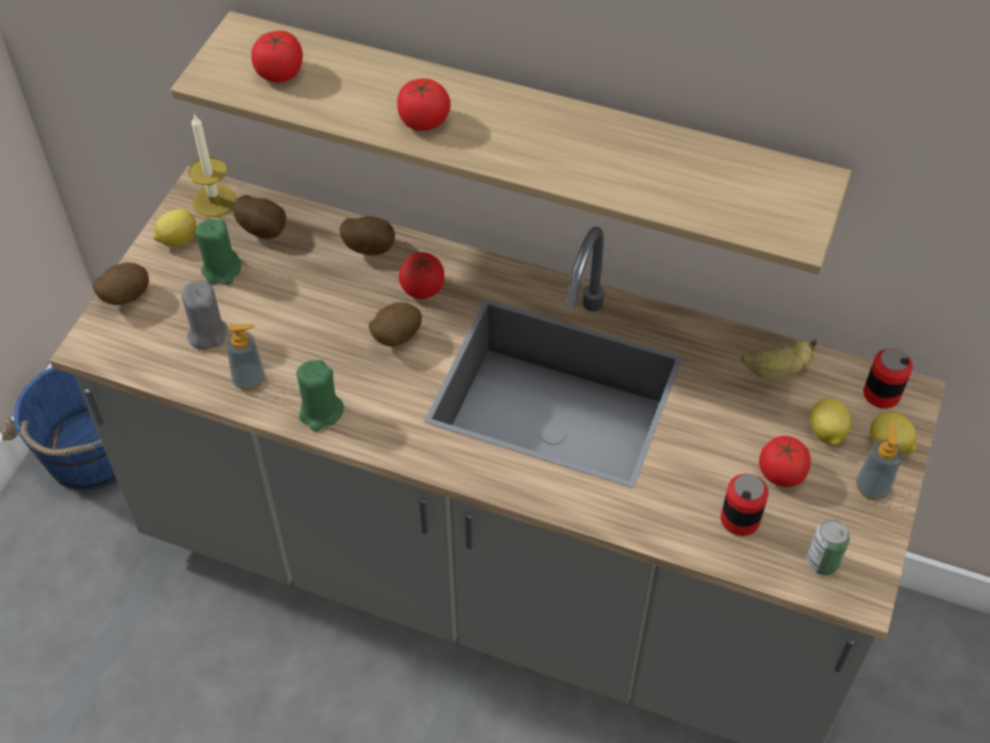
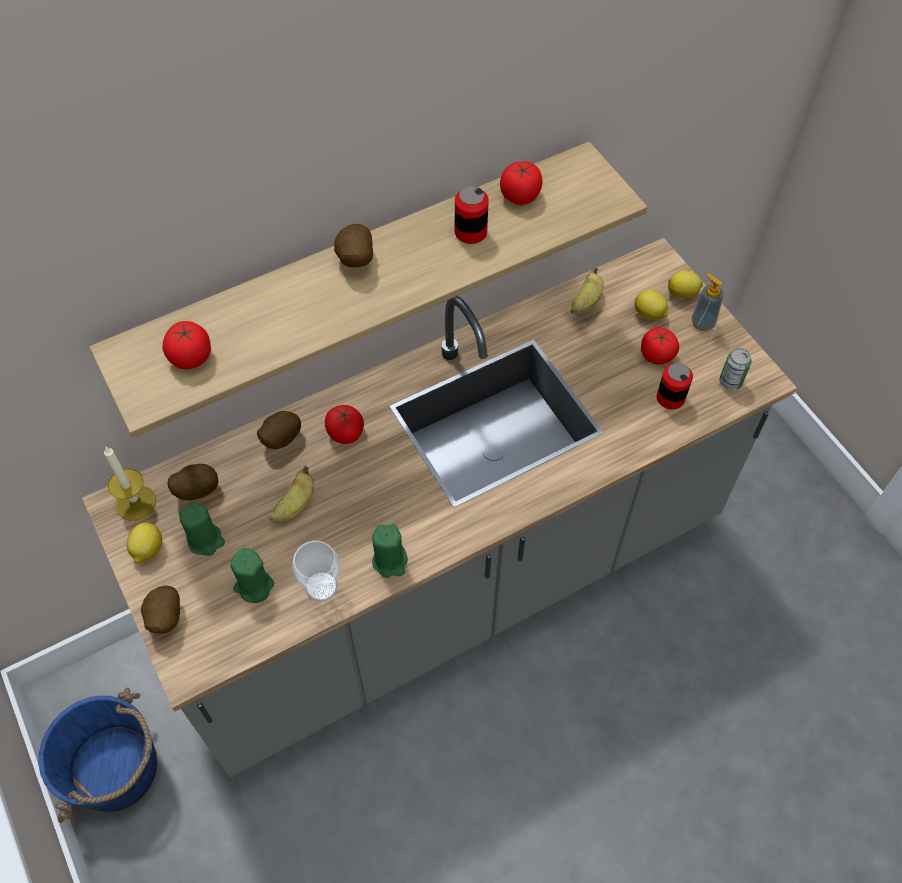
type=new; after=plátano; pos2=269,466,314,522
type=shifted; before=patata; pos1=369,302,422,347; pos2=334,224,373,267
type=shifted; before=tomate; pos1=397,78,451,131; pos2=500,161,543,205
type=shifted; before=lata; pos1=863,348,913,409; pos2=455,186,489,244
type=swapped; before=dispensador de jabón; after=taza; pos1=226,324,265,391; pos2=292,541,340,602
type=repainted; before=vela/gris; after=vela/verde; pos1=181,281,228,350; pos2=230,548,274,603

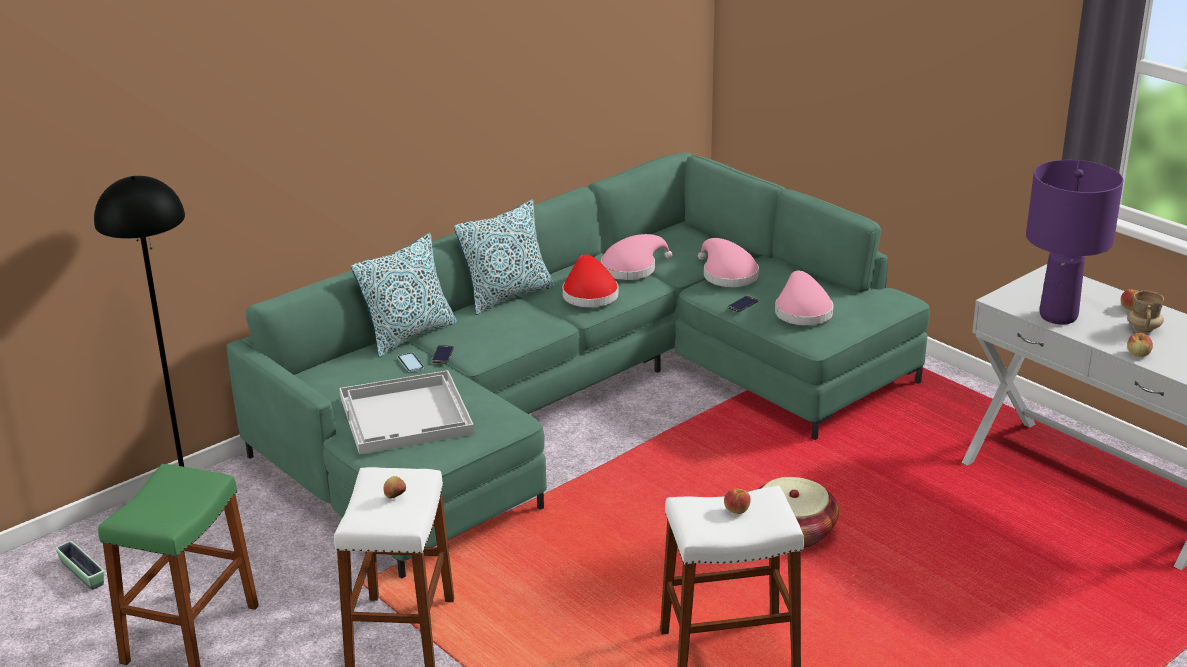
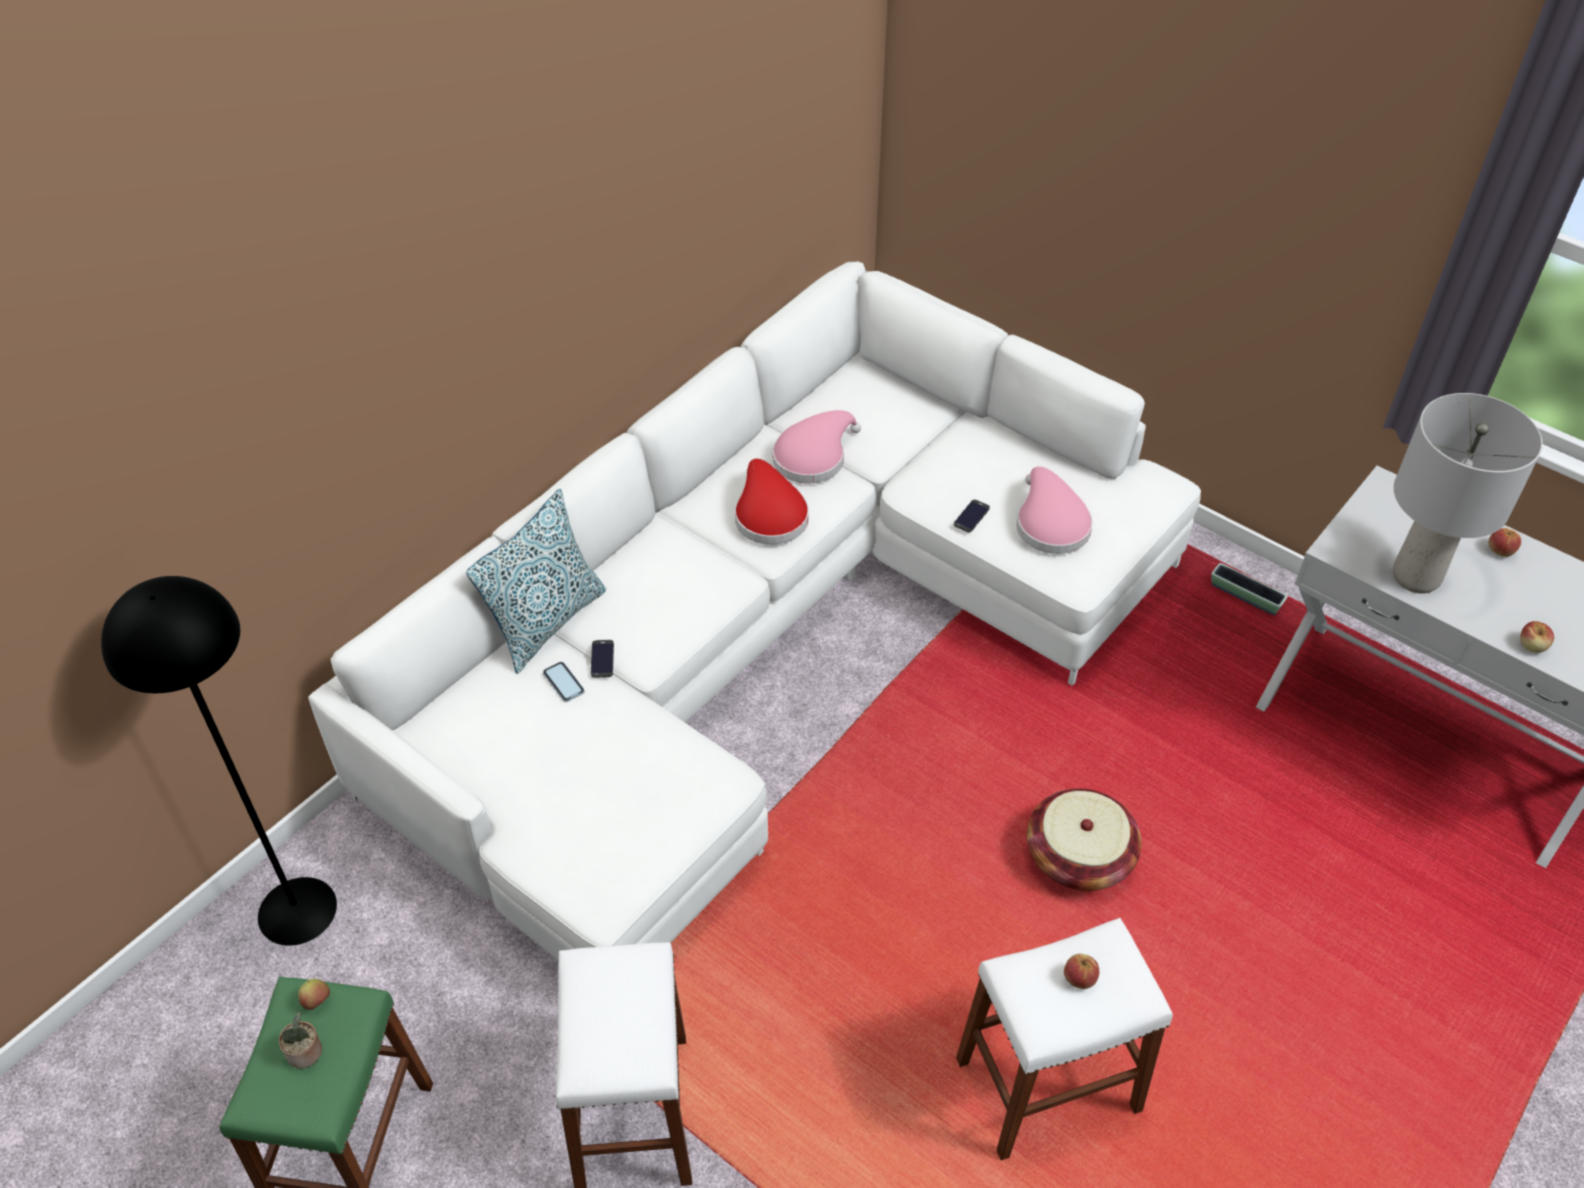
type=gone; before=bandeja/blanco; pos1=339,370,474,454
type=gone; before=cojín; pos1=454,199,554,315
type=gone; before=sombrero/rosa; pos1=698,238,759,287
type=gone; before=taza grande/beis; pos1=1127,291,1164,333
type=new; after=planta en maceta; pos2=279,1012,322,1068
type=shifted; before=maceta; pos1=55,541,105,590; pos2=1211,563,1288,615
type=shifted; before=manzana; pos1=383,476,406,499; pos2=298,979,330,1010
type=repainted; before=sofá/verde; after=sofá/blanco; pos1=226,152,930,579; pos2=308,261,1201,960
type=repainted; before=lámpara de mesa/morado; after=lámpara de mesa/gris; pos1=1026,160,1124,324; pos2=1393,393,1543,594

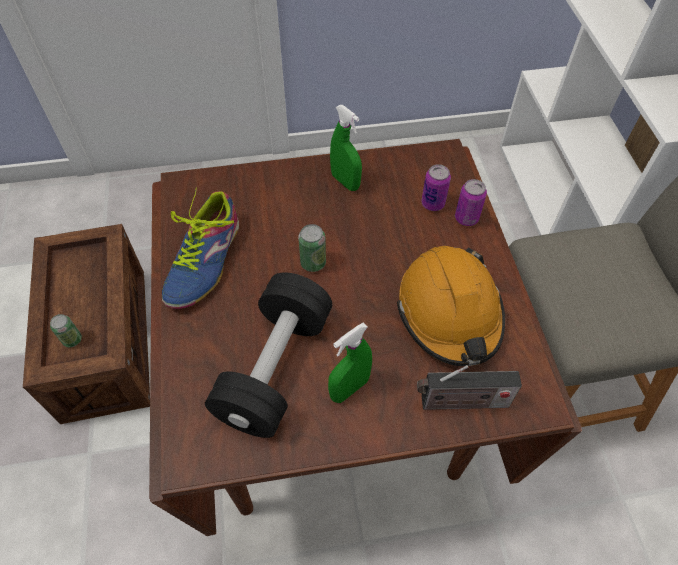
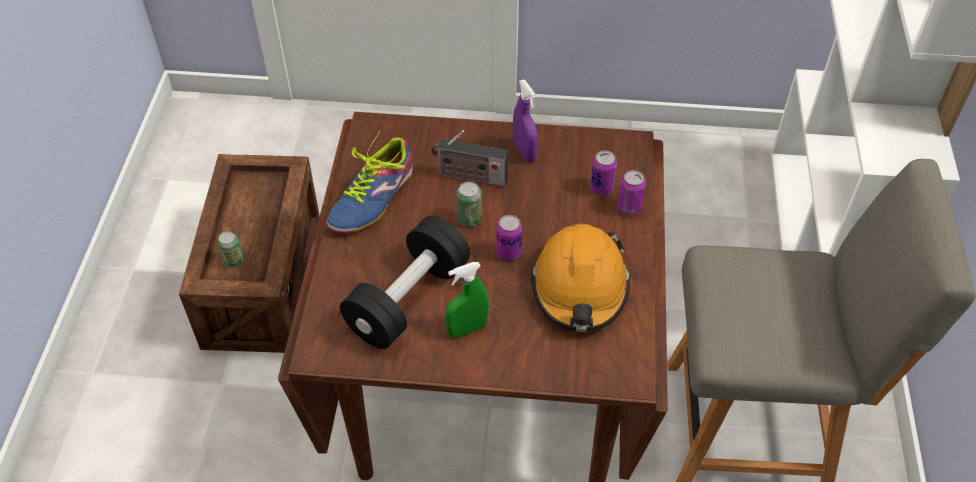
type=new; after=lata; pos2=496,215,522,261
type=shifted; before=radio; pos1=417,365,522,410; pos2=431,130,508,187
type=repainted; before=pulverizador/verde; after=pulverizador/morado; pos1=330,105,362,191; pos2=513,80,538,162

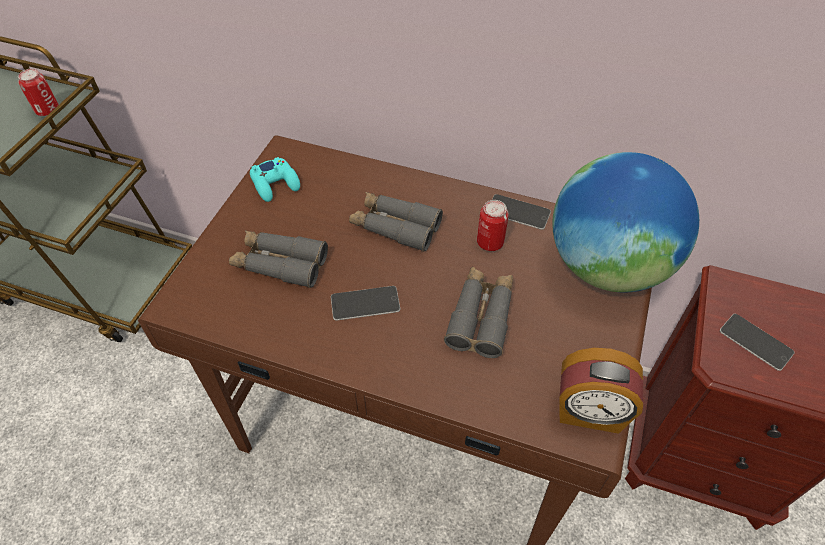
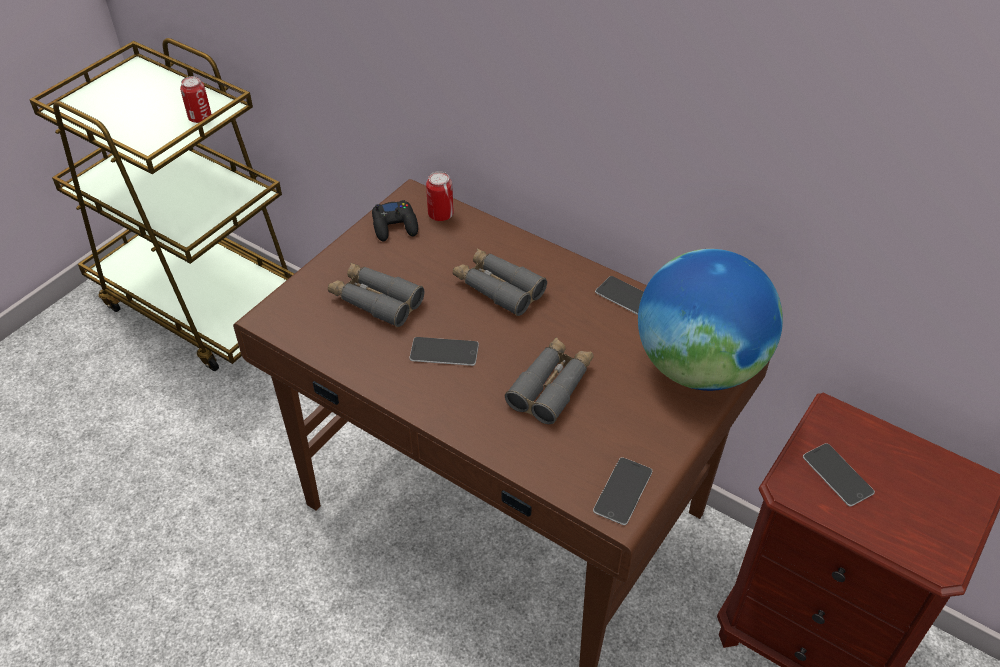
type=shifted; before=lata; pos1=477,200,509,251; pos2=426,171,454,221
type=swapped; before=despertador; after=móvil; pos1=560,348,643,434; pos2=593,457,652,525
type=repainted; before=mando de consola/turquesa; after=mando de consola/negro; pos1=250,157,300,202; pos2=372,200,418,241

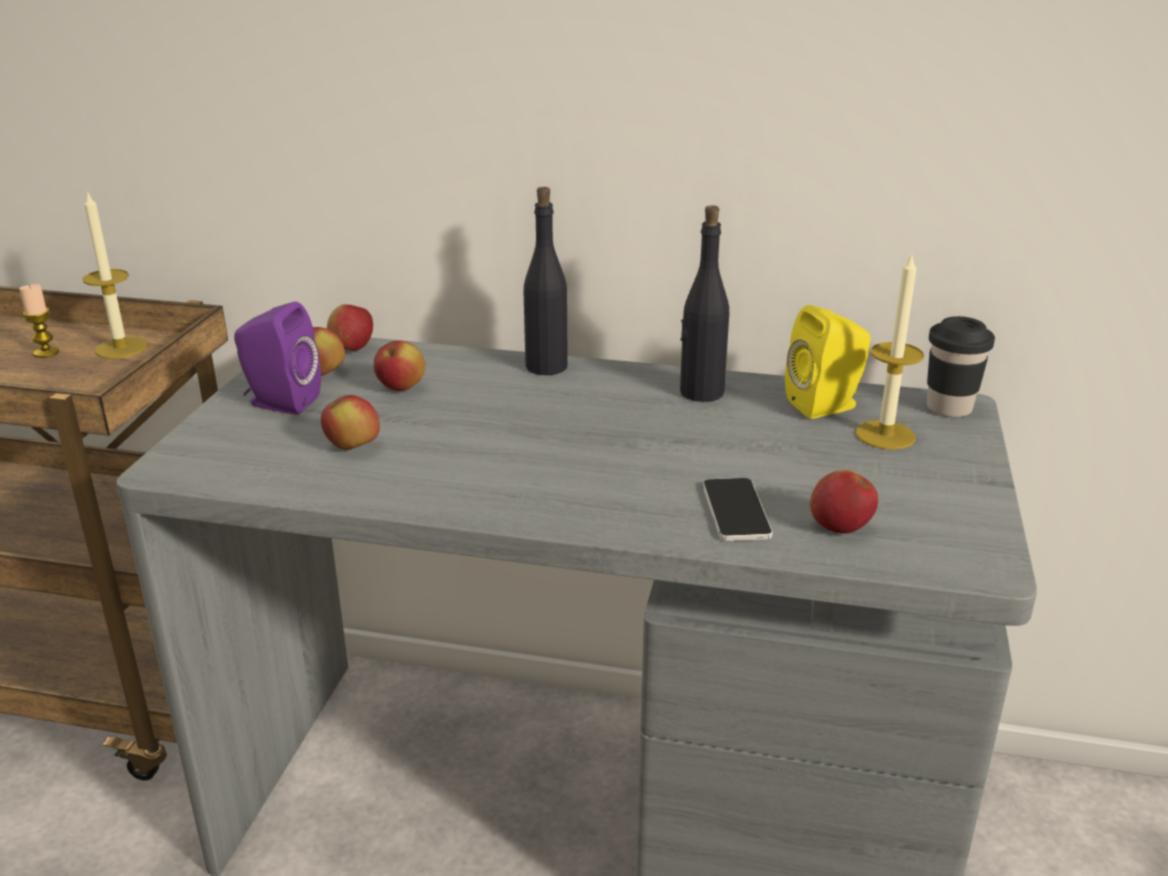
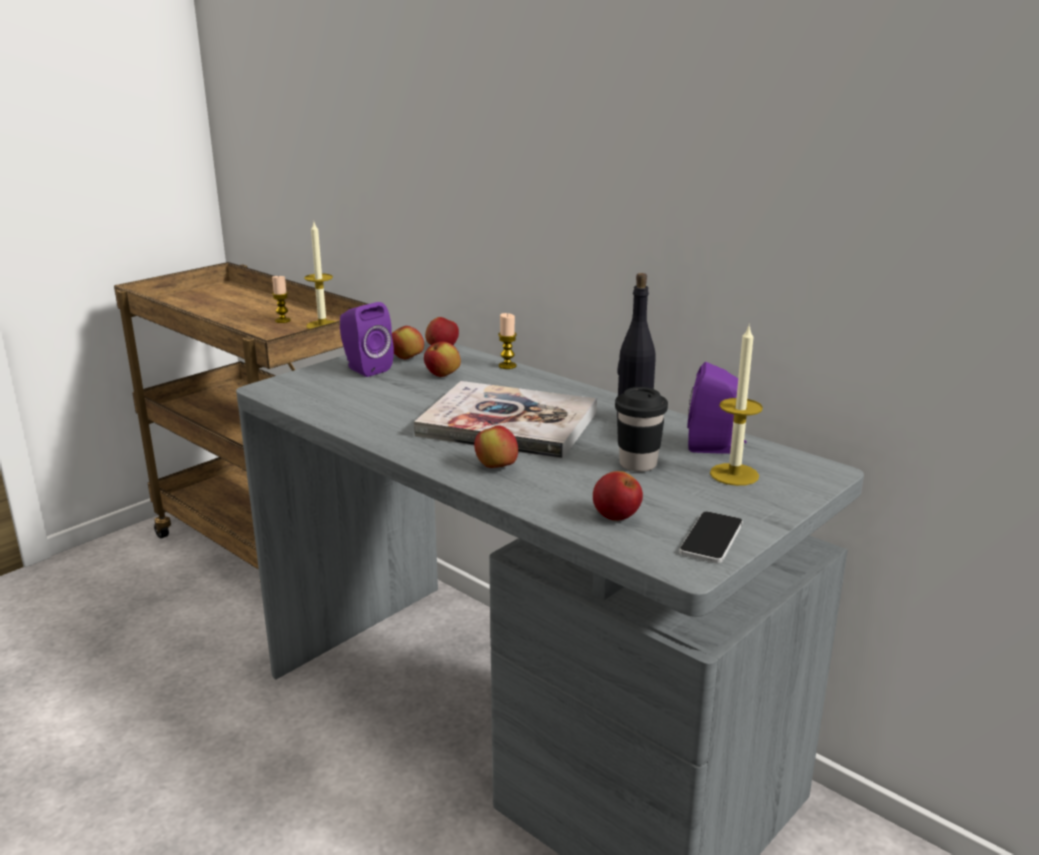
type=gone; before=botella/negro; pos1=523,187,568,375
type=new; after=libro; pos2=414,381,597,459
type=new; after=vela; pos2=498,313,517,369
type=shifted; before=manzana; pos1=321,395,380,450; pos2=474,425,518,468
type=shifted; before=móvil; pos1=703,478,773,541; pos2=679,511,743,563
type=shifted; before=taza/negro; pos1=927,316,995,418; pos2=615,387,668,472
type=repainted; before=altavoz/amarillo; after=altavoz/morado; pos1=785,305,871,419; pos2=687,362,746,454

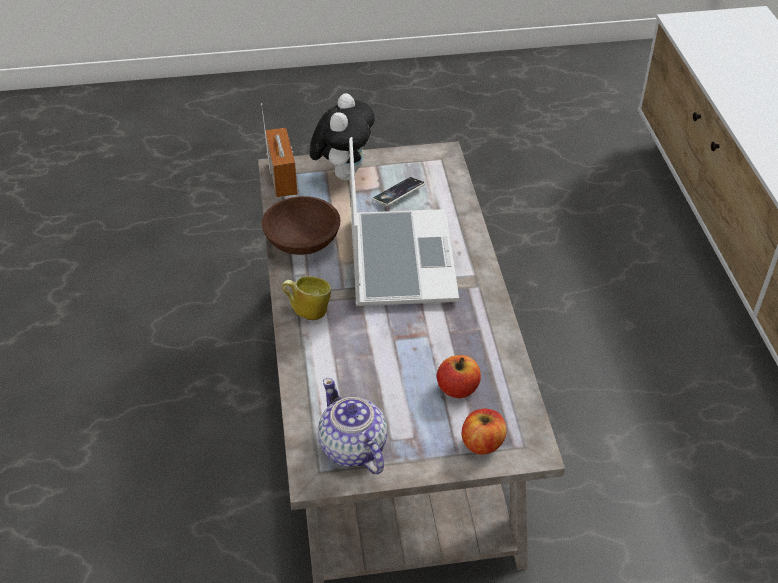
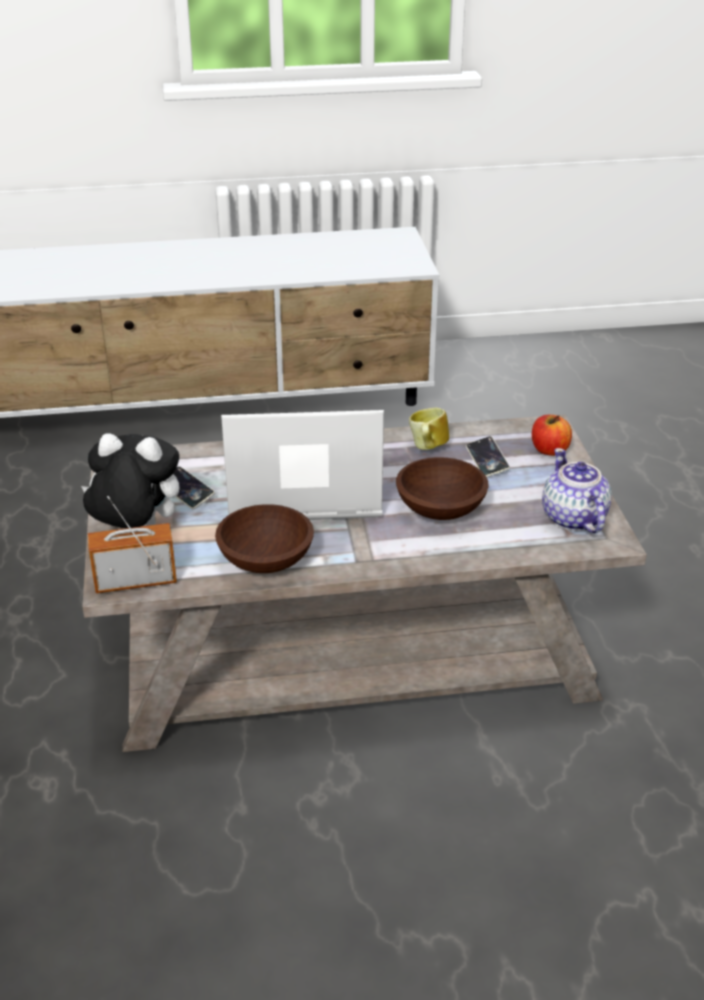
type=new; after=cuenco/marrón; pos2=396,457,489,520
type=shifted; before=taza grande; pos1=282,276,332,320; pos2=409,408,449,450
type=swapped; before=manzana; after=móvil; pos1=437,355,481,398; pos2=466,436,510,477
type=rotated; before=tetera; pos1=318,378,387,474; pos2=542,448,612,533; turn=105

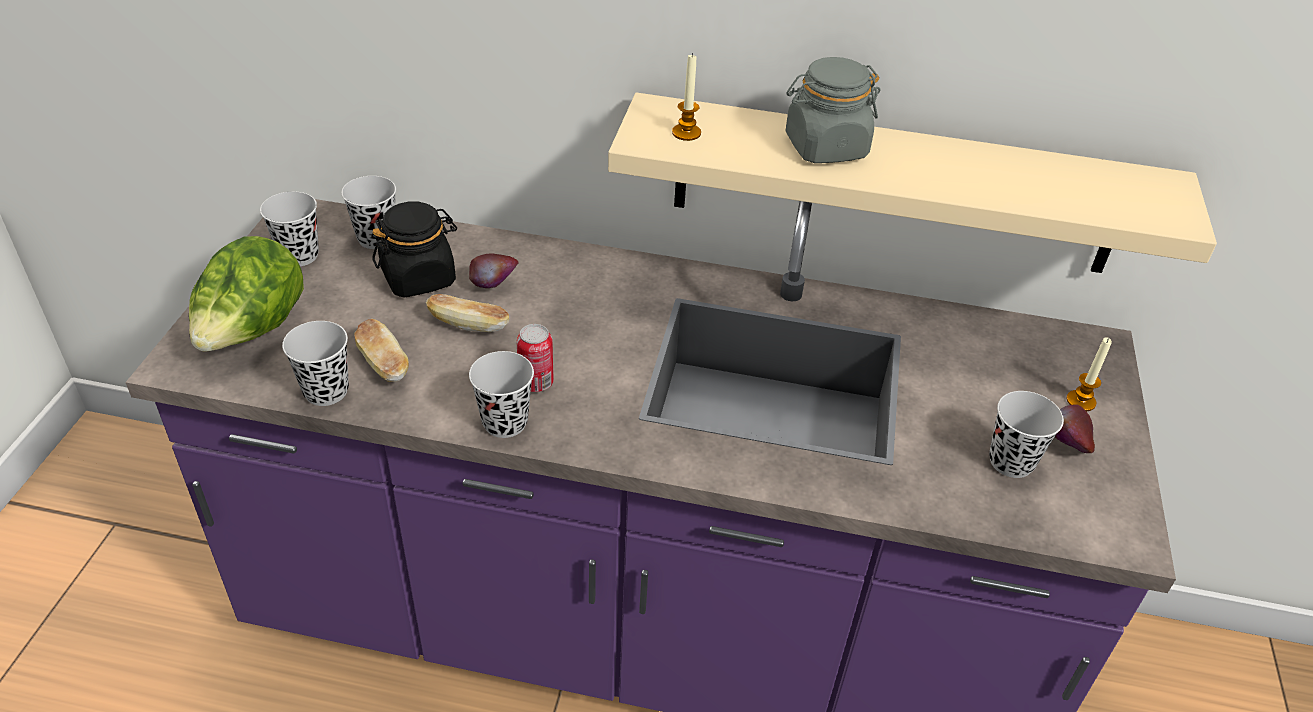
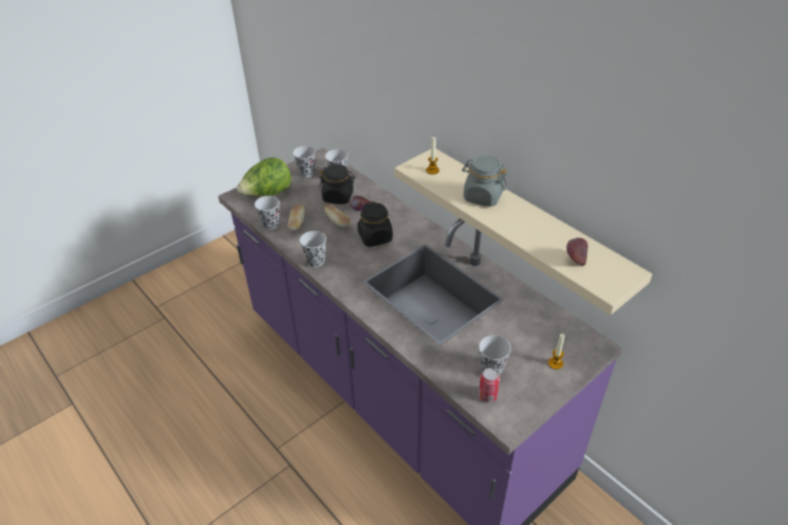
type=new; after=tarro/negro; pos2=358,201,393,247
type=shifted; before=lata; pos1=516,324,553,392; pos2=479,368,500,403
type=shifted; before=manzana; pos1=1055,404,1095,453; pos2=566,238,588,266

